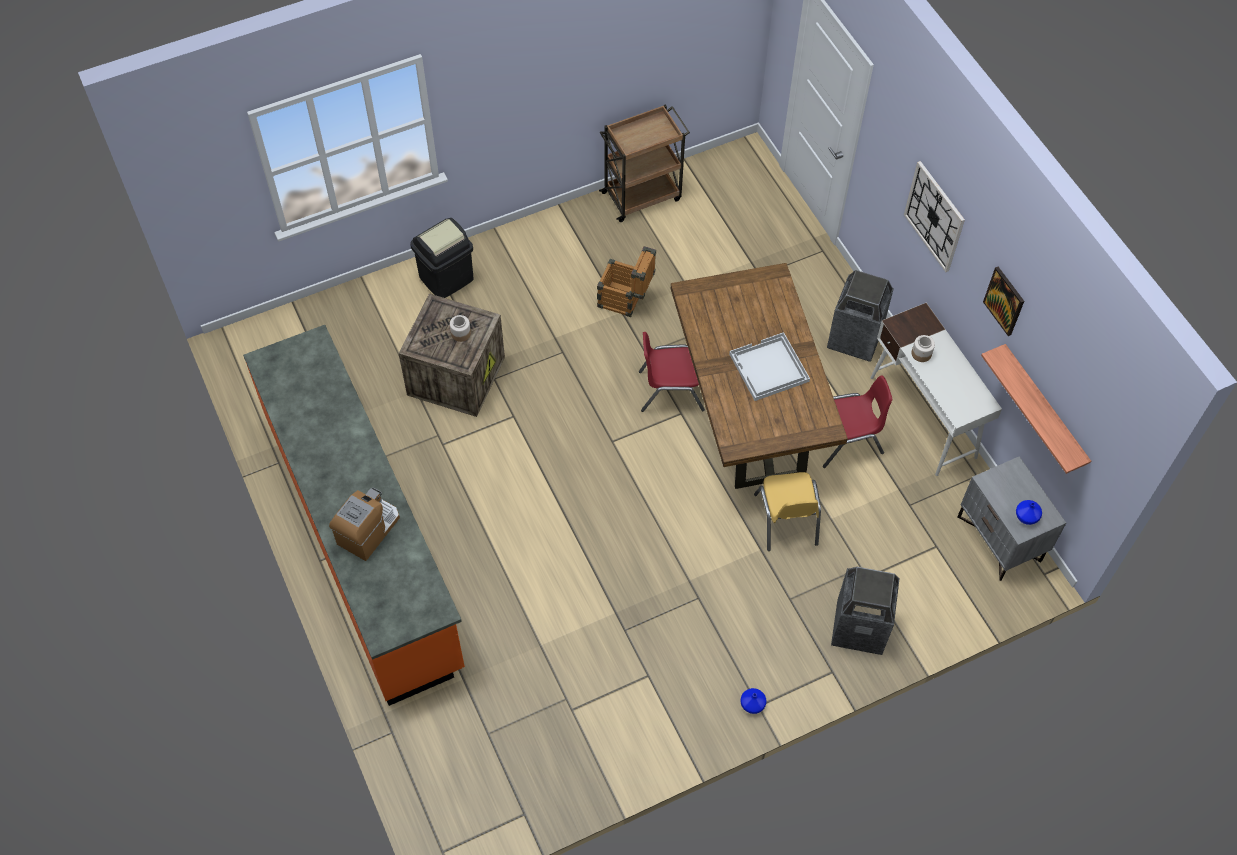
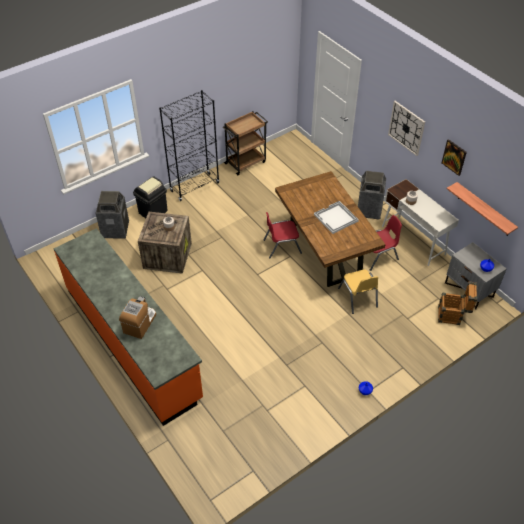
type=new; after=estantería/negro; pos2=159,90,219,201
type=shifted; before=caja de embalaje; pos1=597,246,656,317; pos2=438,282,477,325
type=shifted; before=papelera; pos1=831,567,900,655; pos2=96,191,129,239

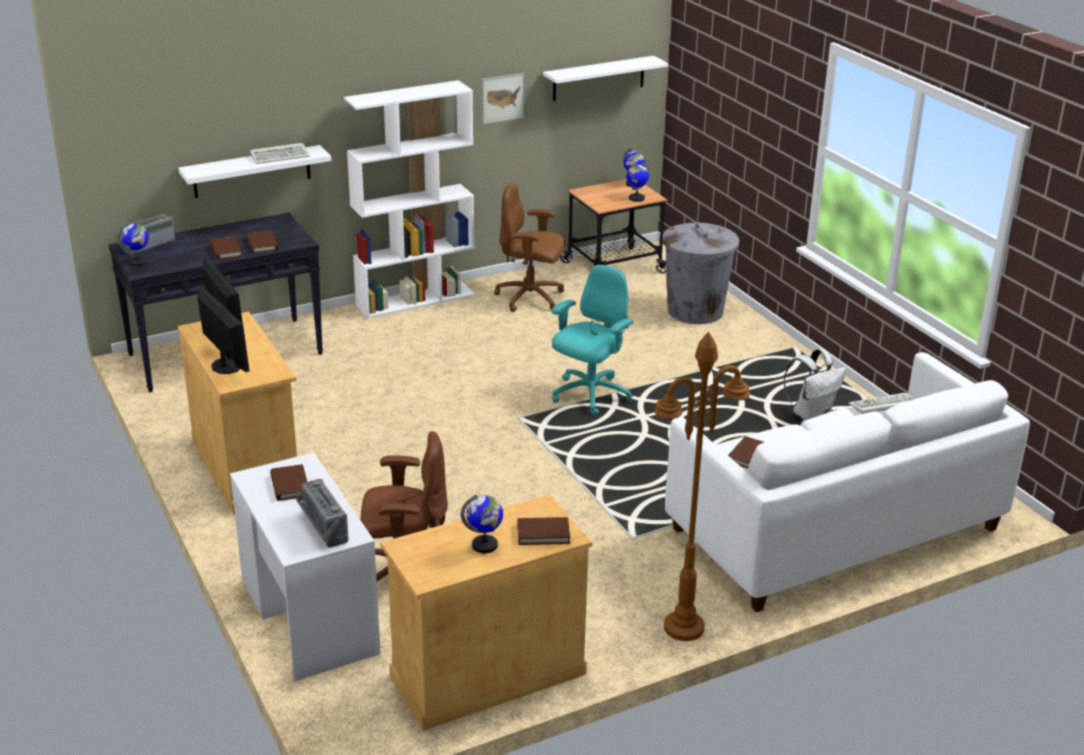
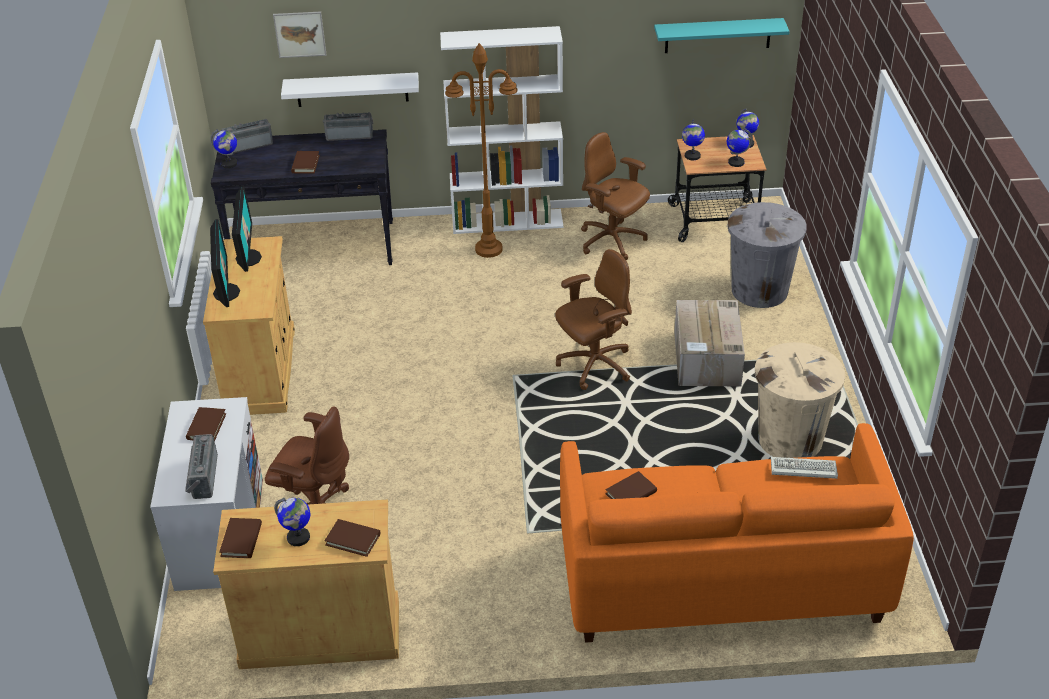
type=gone; before=teclado; pos1=250,143,310,164
type=new; after=radio; pos2=323,112,373,141
type=new; after=caja de cartón; pos2=674,300,745,386
type=new; after=globo terráqueo; pos2=682,120,705,160
type=shifted; before=libro/marrón; pos1=247,231,279,253; pos2=219,518,262,558
type=shifted; before=cuadro; pos1=481,73,525,125; pos2=273,12,327,58
type=shifted; before=lámpara de pie/marrón; pos1=654,332,750,641; pos2=445,43,518,258
type=swapped; before=mochila/blanco; after=papelera/beis; pos1=784,349,846,421; pos2=755,342,845,458
type=repainted; before=estante/blanco; after=estante/turquesa; pos1=543,56,668,101; pos2=654,18,790,53
type=repainted; before=silla de oficina/turquesa; after=silla de oficina/marrón; pos1=552,265,633,416; pos2=555,249,632,390
type=repainted; before=sofá/blanco; after=sofá/naranja; pos1=665,352,1030,612; pos2=560,423,914,643

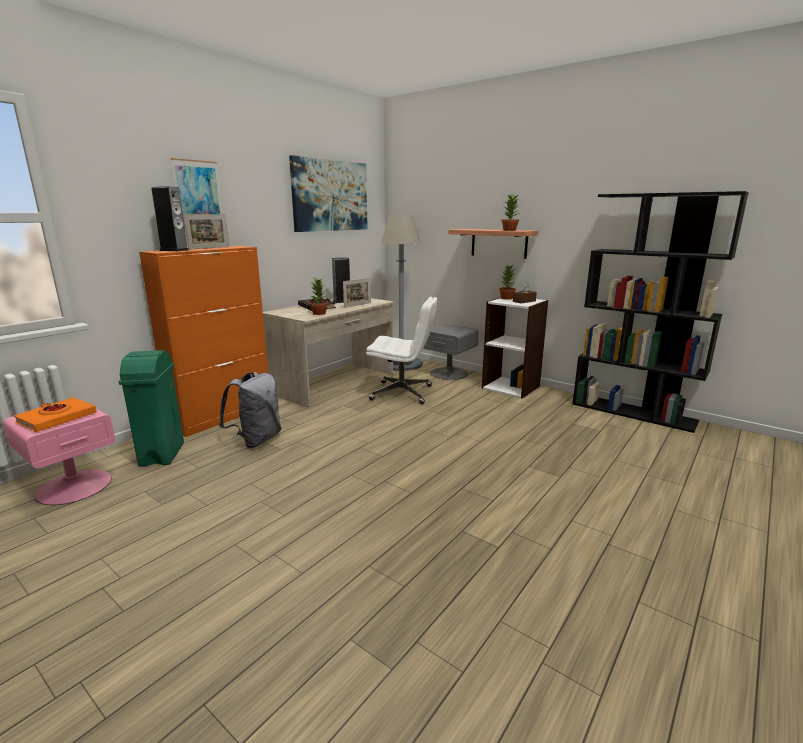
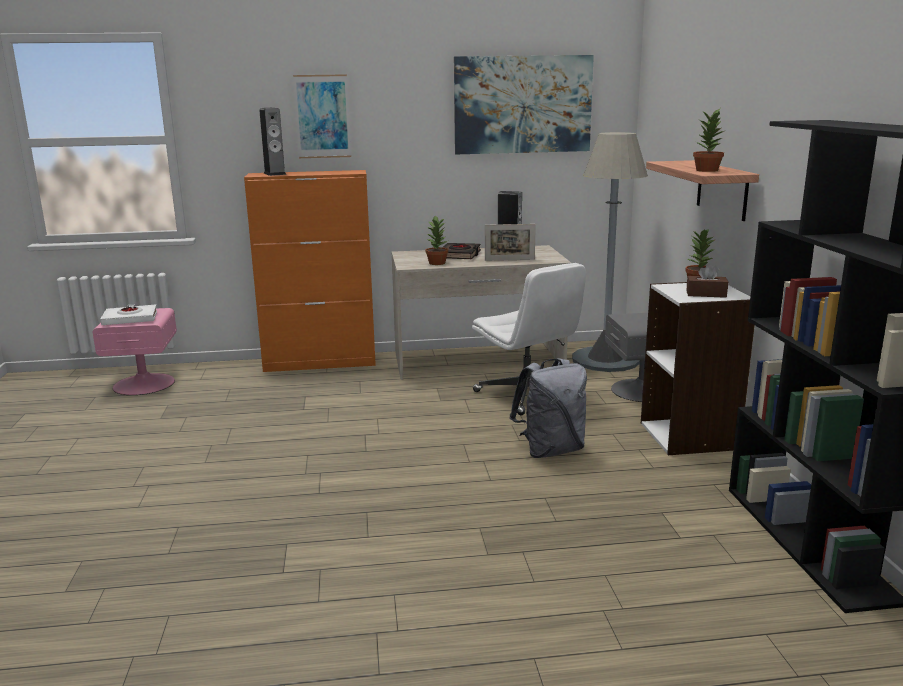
type=gone; before=papelera/verde; pos1=119,350,184,467
type=gone; before=portarretratos; pos1=184,214,229,250
type=shifted; before=mochila/gris; pos1=219,372,281,448; pos2=509,358,587,458
type=repainted; before=libro/naranja; after=libro/blanco; pos1=14,397,97,432; pos2=100,304,157,325

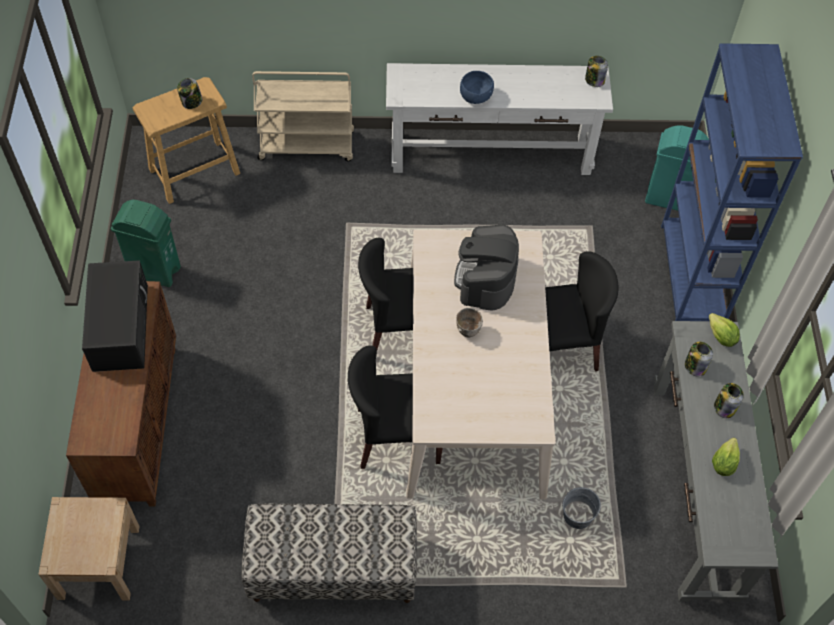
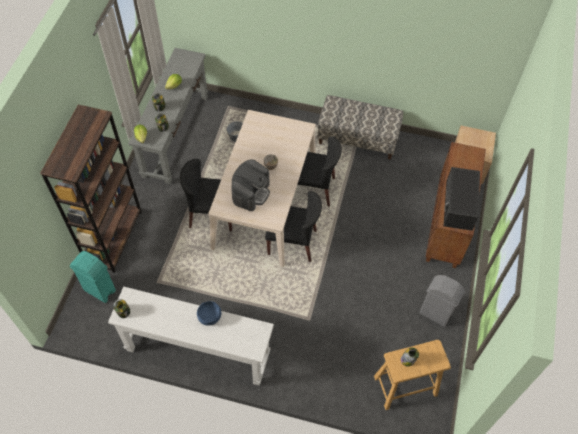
type=gone; before=carrito/beis; pos1=252,71,354,161
type=repainted; before=papelera/verde; after=papelera/gris; pos1=111,200,181,287; pos2=420,275,465,327
type=repainted; before=estantería/azul; after=estantería/marrón; pos1=661,43,803,321; pos2=40,105,142,273

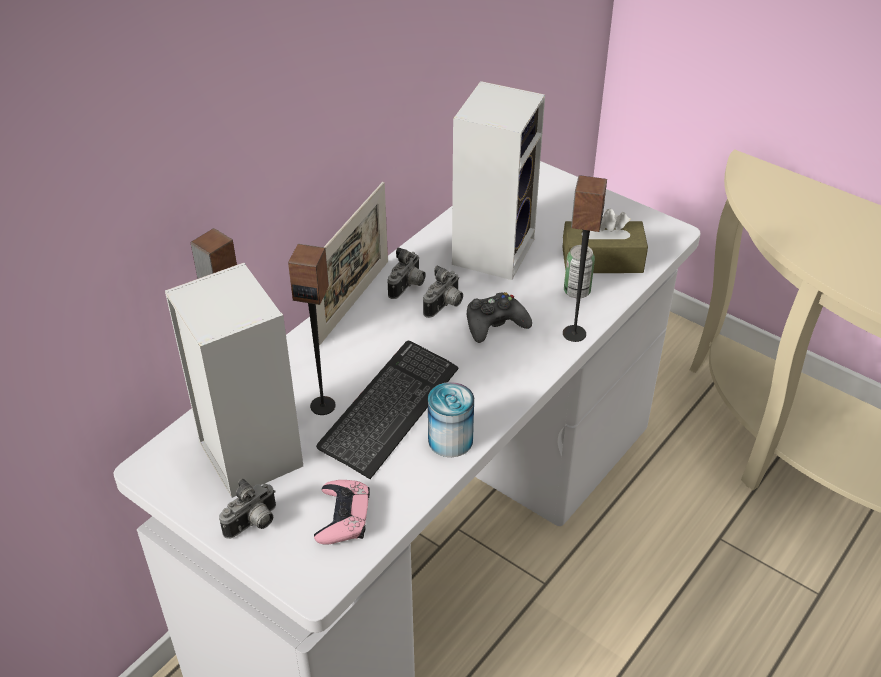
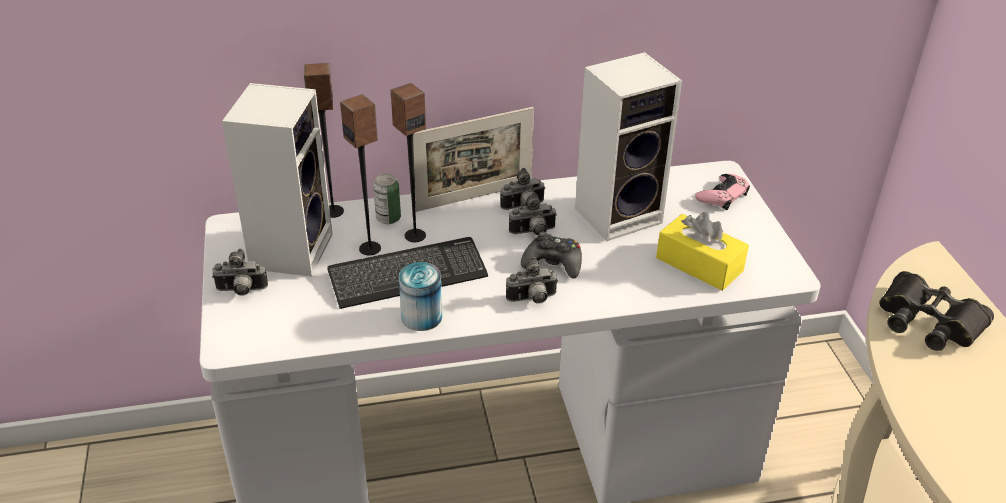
type=new; after=cámara; pos2=506,257,558,304
type=new; after=prismáticos/negro; pos2=879,271,994,351
type=shifted; before=mando de consola/rosa; pos1=314,480,370,545; pos2=695,174,750,210
type=shifted; before=altavoz; pos1=563,175,607,342; pos2=391,83,426,242
type=shifted; before=lata; pos1=564,245,595,298; pos2=373,174,401,224
type=repainted; before=caja de pañuelos/marrón; after=caja de pañuelos/amarillo; pos1=562,209,648,273; pos2=656,212,749,291

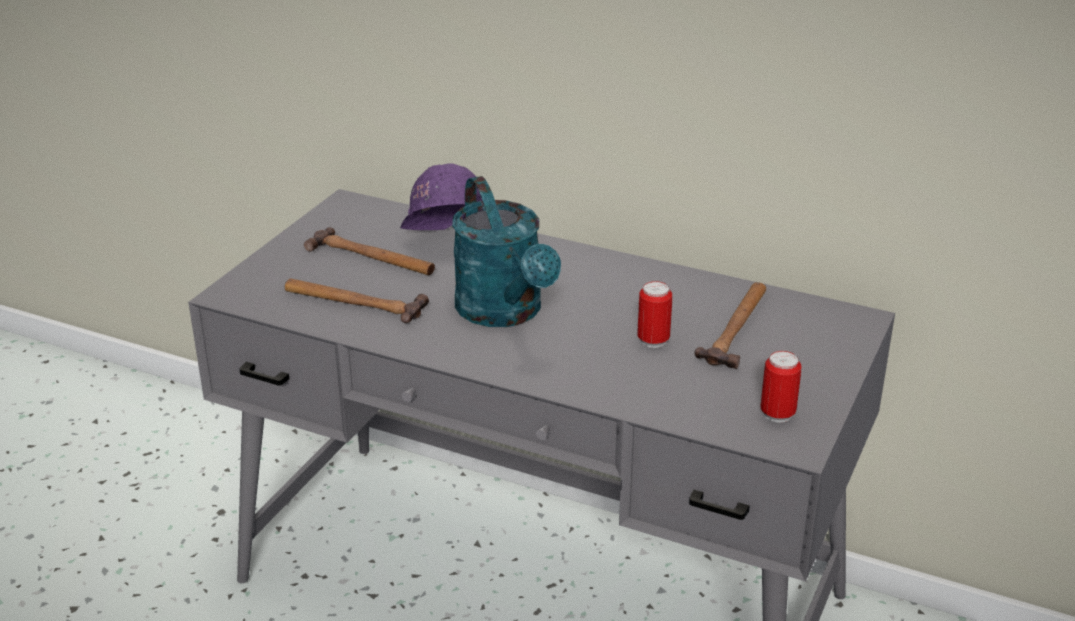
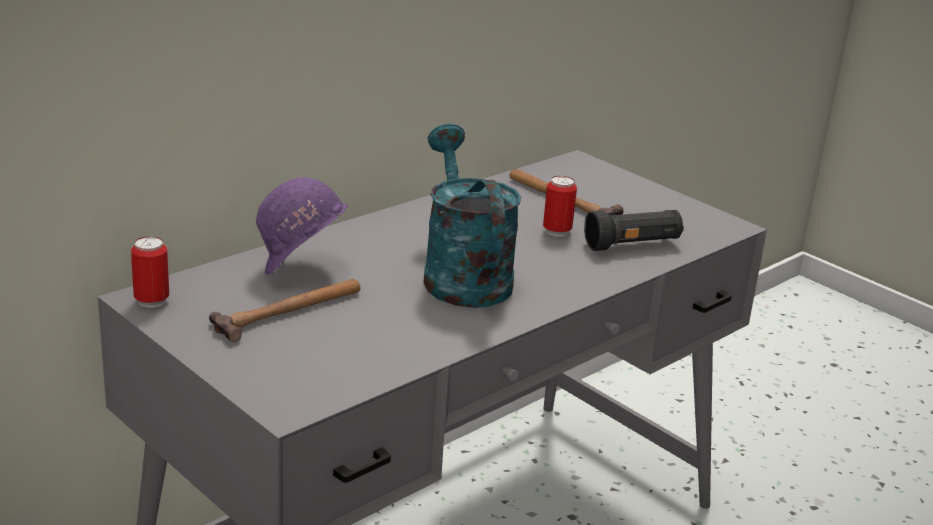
type=gone; before=martillo; pos1=285,279,429,323
type=new; after=linterna/negro; pos2=584,210,684,251
type=shifted; before=lata; pos1=761,351,801,423; pos2=131,237,169,308
type=rotated; before=regadera/turquesa; pos1=452,176,561,327; pos2=424,124,521,308; turn=-105

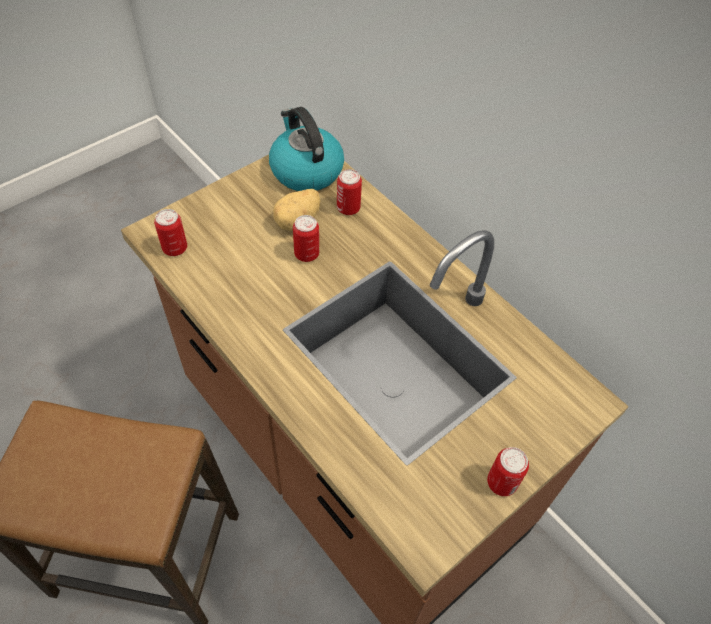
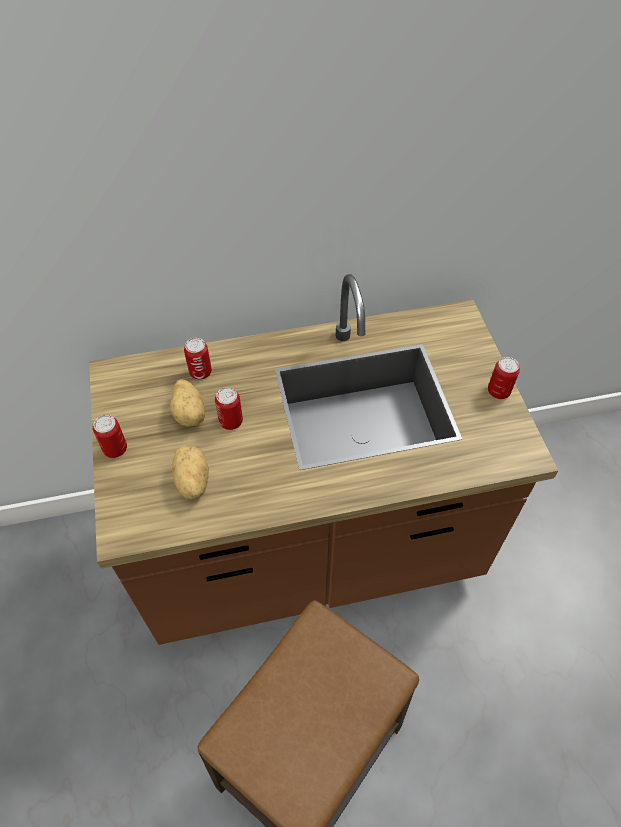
type=gone; before=hervidor; pos1=269,107,344,191
type=new; after=patata; pos2=172,446,209,499
type=shifted; before=lata; pos1=154,209,187,256; pos2=93,415,127,458

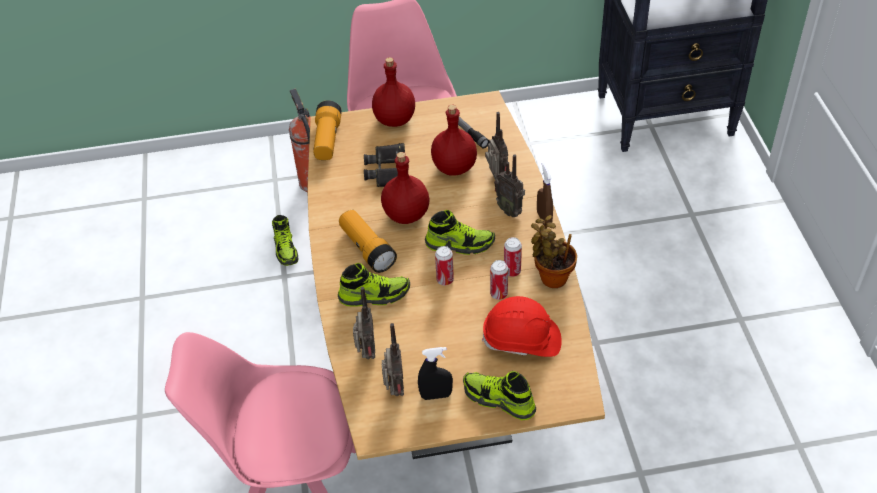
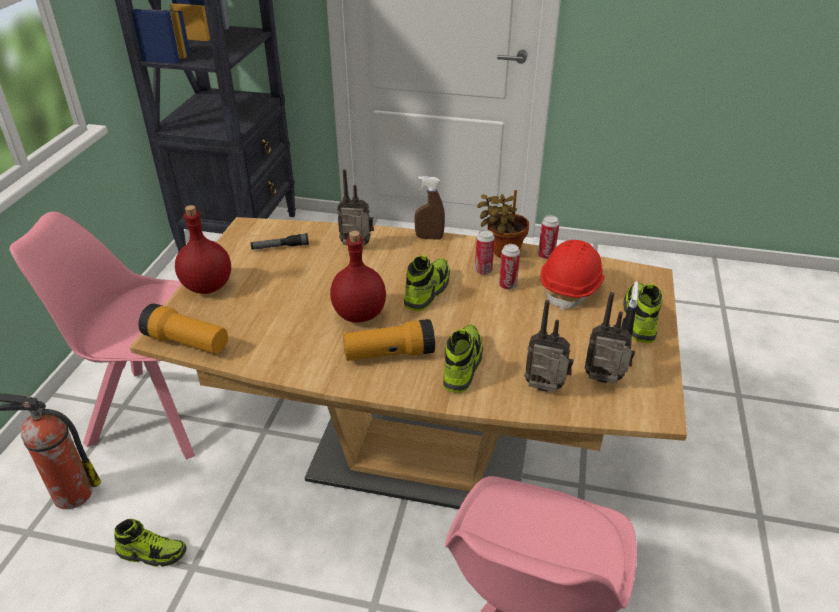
type=gone; before=prismáticos/negro; pos1=364,143,405,187
type=gone; before=botella/rojo; pos1=431,105,477,176
type=gone; before=radio; pos1=494,154,525,217
type=shifted; before=lata; pos1=435,246,454,285; pos2=538,215,559,259
type=rotated; before=zapato; pos1=463,371,536,420; pos2=623,282,663,343; turn=135

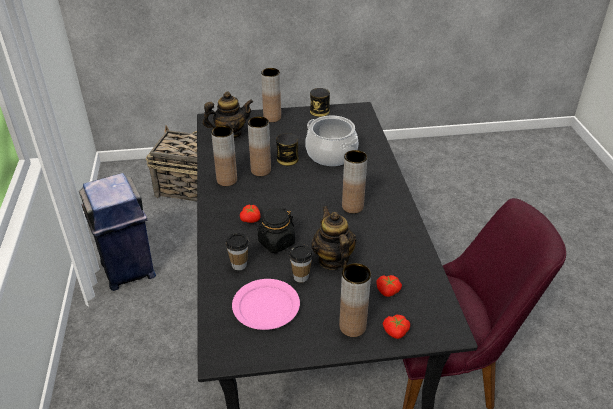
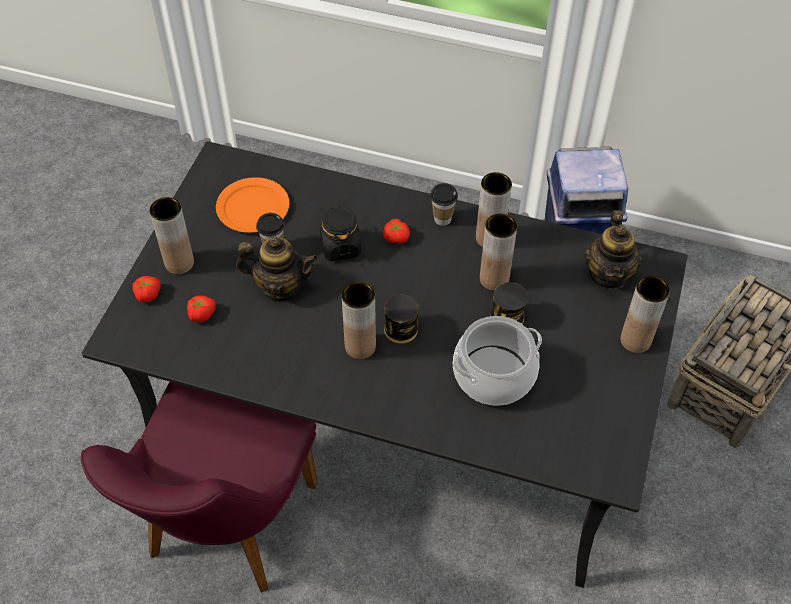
type=shifted; before=taza; pos1=225,233,249,271; pos2=430,183,458,226
type=shifted; before=lata; pos1=310,88,330,117; pos2=384,294,419,344
type=repainted; before=plato/rosa; after=plato/naranja; pos1=232,279,300,330; pos2=216,177,289,233

